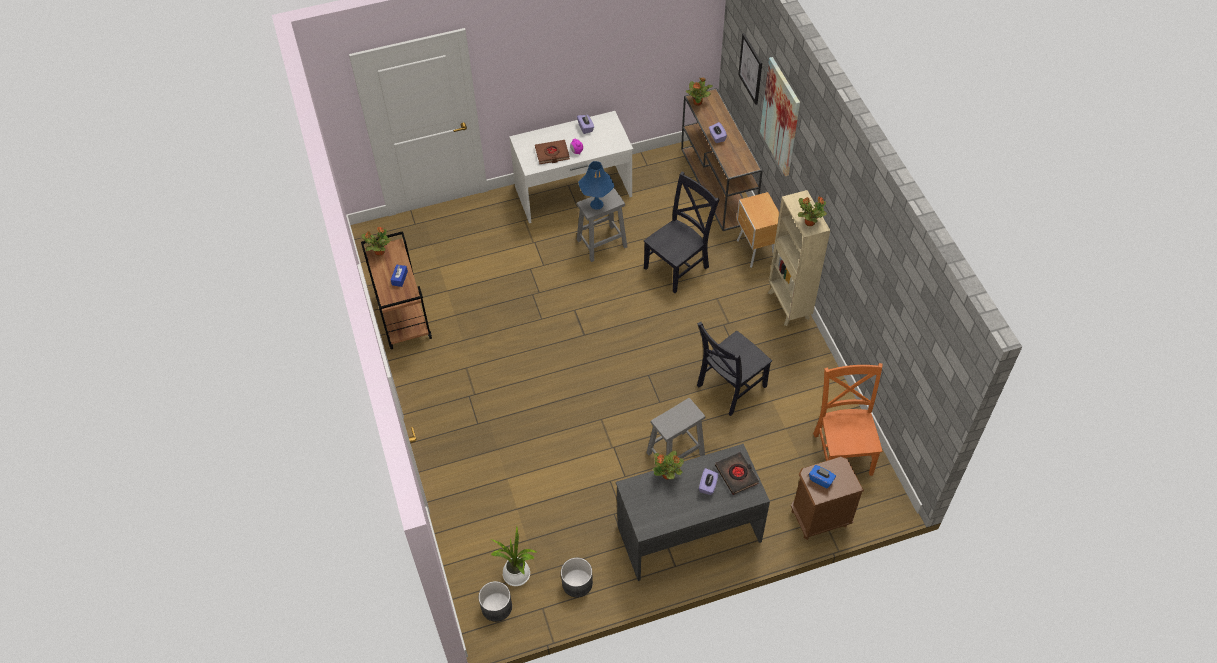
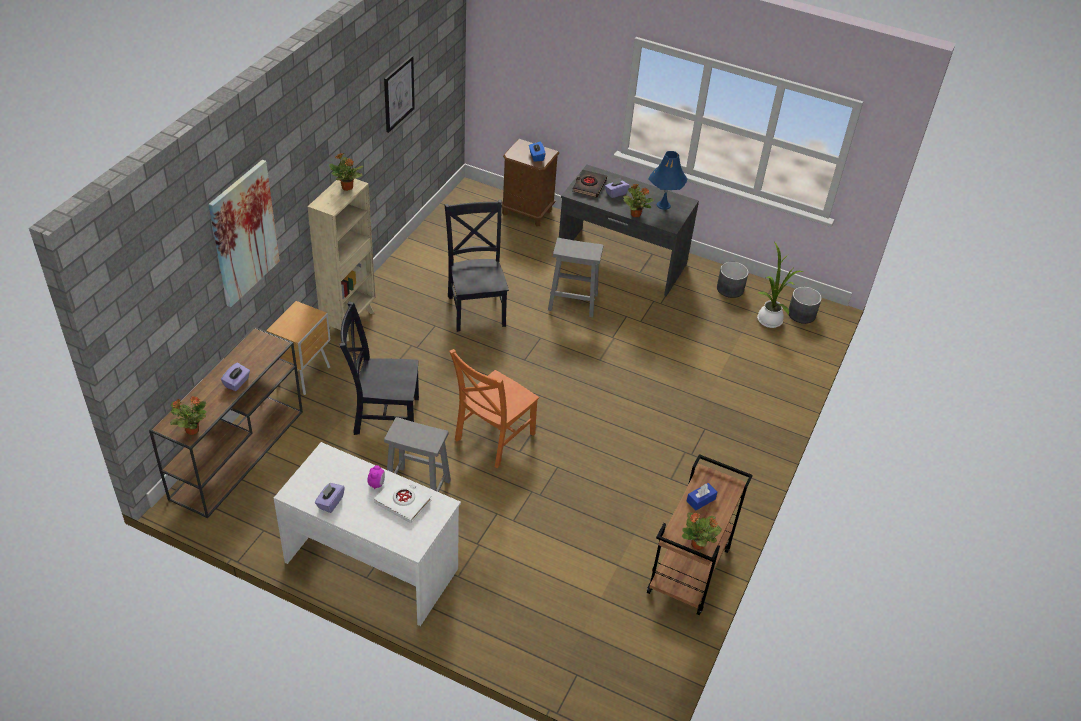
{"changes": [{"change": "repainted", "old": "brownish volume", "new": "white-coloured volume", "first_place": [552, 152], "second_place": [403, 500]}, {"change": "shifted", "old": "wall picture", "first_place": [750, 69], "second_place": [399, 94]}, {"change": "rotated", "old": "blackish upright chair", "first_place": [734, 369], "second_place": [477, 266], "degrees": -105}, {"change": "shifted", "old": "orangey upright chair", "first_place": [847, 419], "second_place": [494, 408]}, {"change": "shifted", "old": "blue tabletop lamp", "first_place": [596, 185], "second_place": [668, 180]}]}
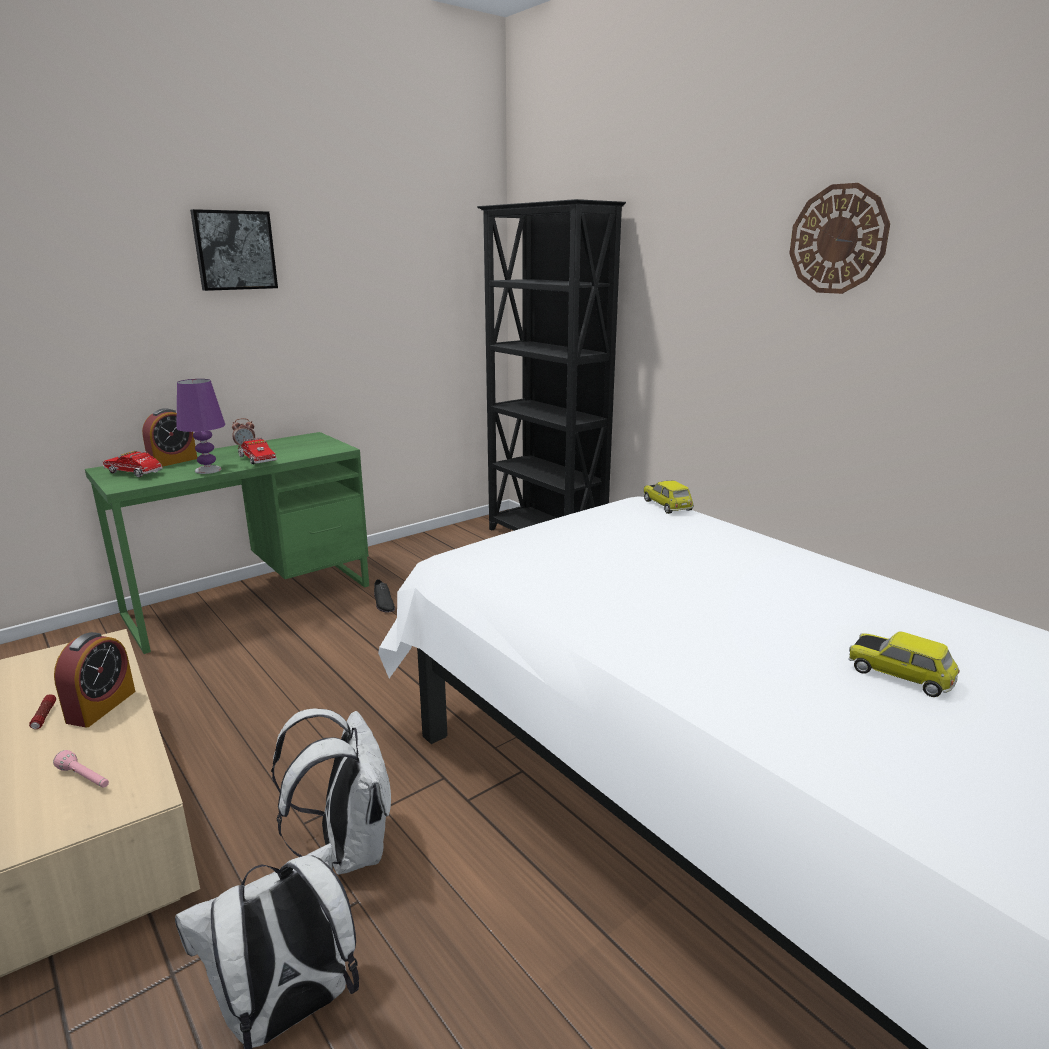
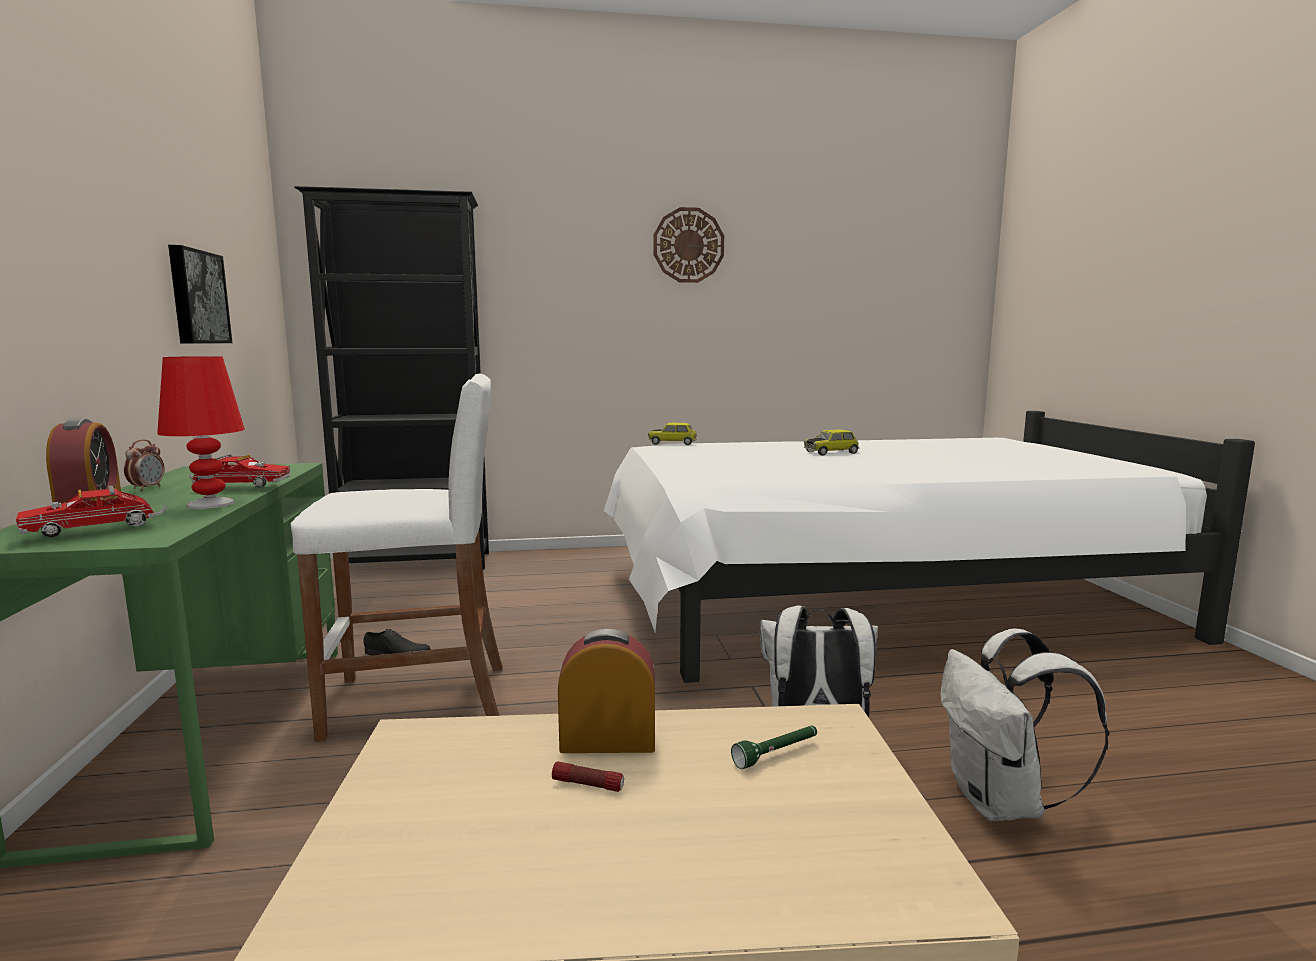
{"changes": [{"change": "repainted", "old": "purple tabletop lamp", "new": "reddish tabletop lamp", "first_place": [200, 426], "second_place": [201, 432]}, {"change": "shifted", "old": "wall picture", "first_place": [234, 250], "second_place": [200, 294]}, {"change": "new", "new": "white-coloured stool", "second_place": [397, 557]}, {"change": "rotated", "old": "alarm clock", "first_place": [94, 679], "second_place": [606, 691], "degrees": -45}, {"change": "repainted", "old": "pinkish torch", "new": "green-coloured torch", "first_place": [81, 768], "second_place": [774, 747]}, {"change": "shifted", "old": "miniature car", "first_place": [903, 664], "second_place": [831, 443]}]}
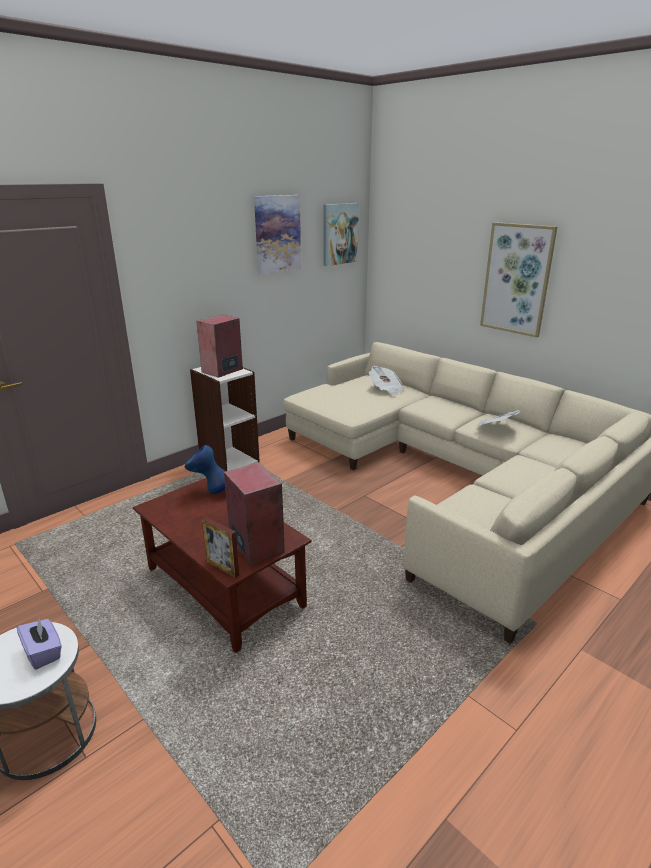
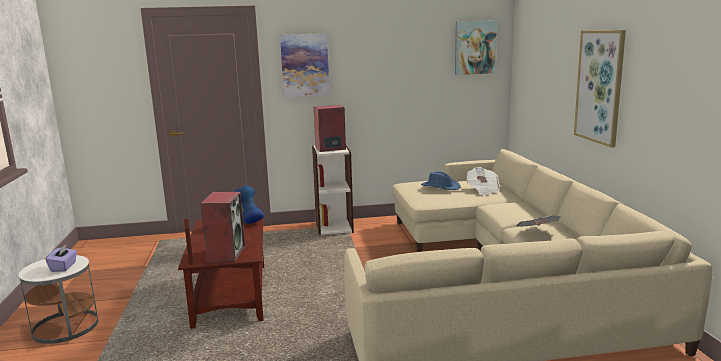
{"changes": [{"change": "shifted", "old": "wall picture", "first_place": [277, 234], "second_place": [305, 65]}, {"change": "new", "new": "blue hat", "second_place": [441, 181]}]}
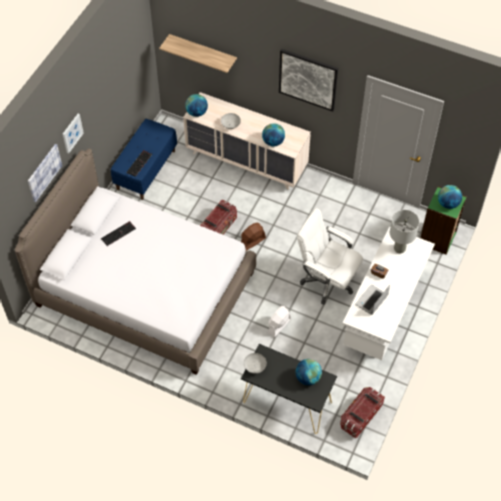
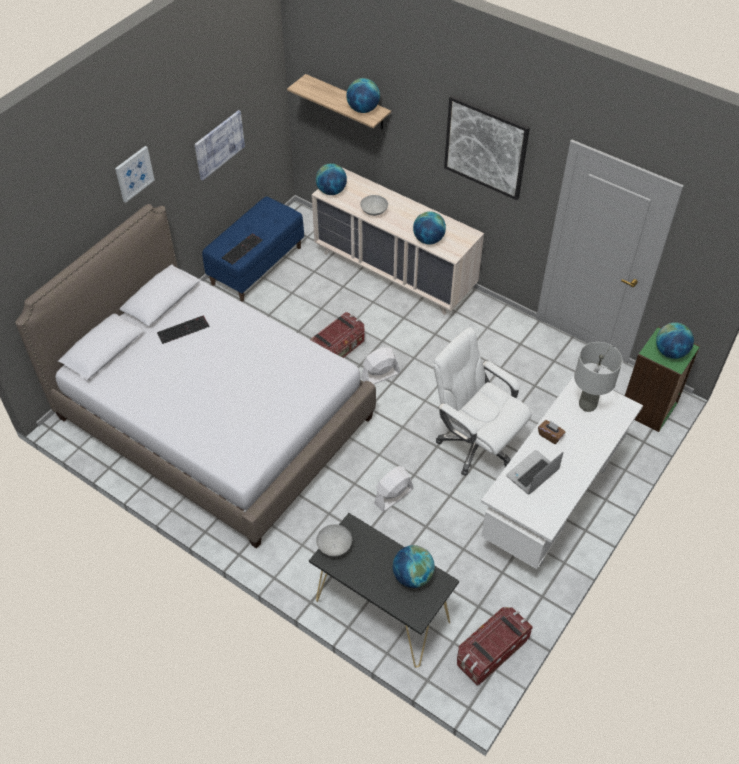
{"changes": [{"change": "shifted", "old": "wall picture", "first_place": [45, 173], "second_place": [220, 145]}, {"change": "new", "new": "desk globe", "second_place": [363, 95]}, {"change": "repainted", "old": "brownish electric fan", "new": "white-coloured electric fan", "first_place": [253, 237], "second_place": [380, 365]}]}
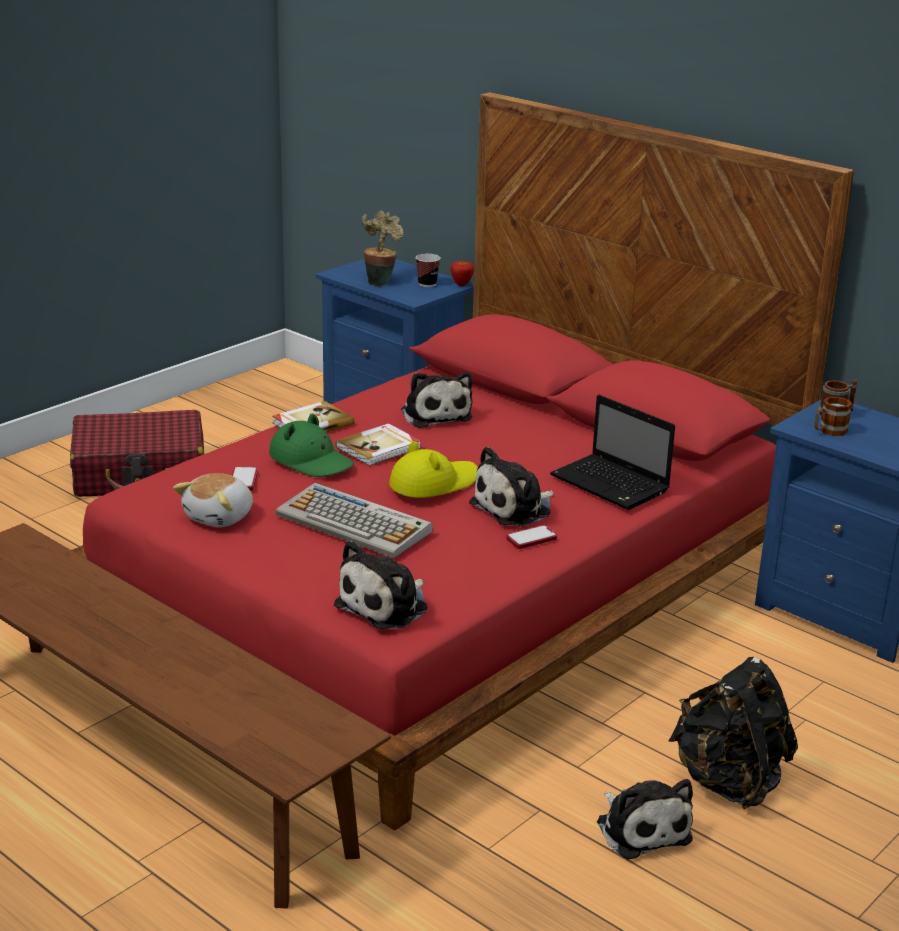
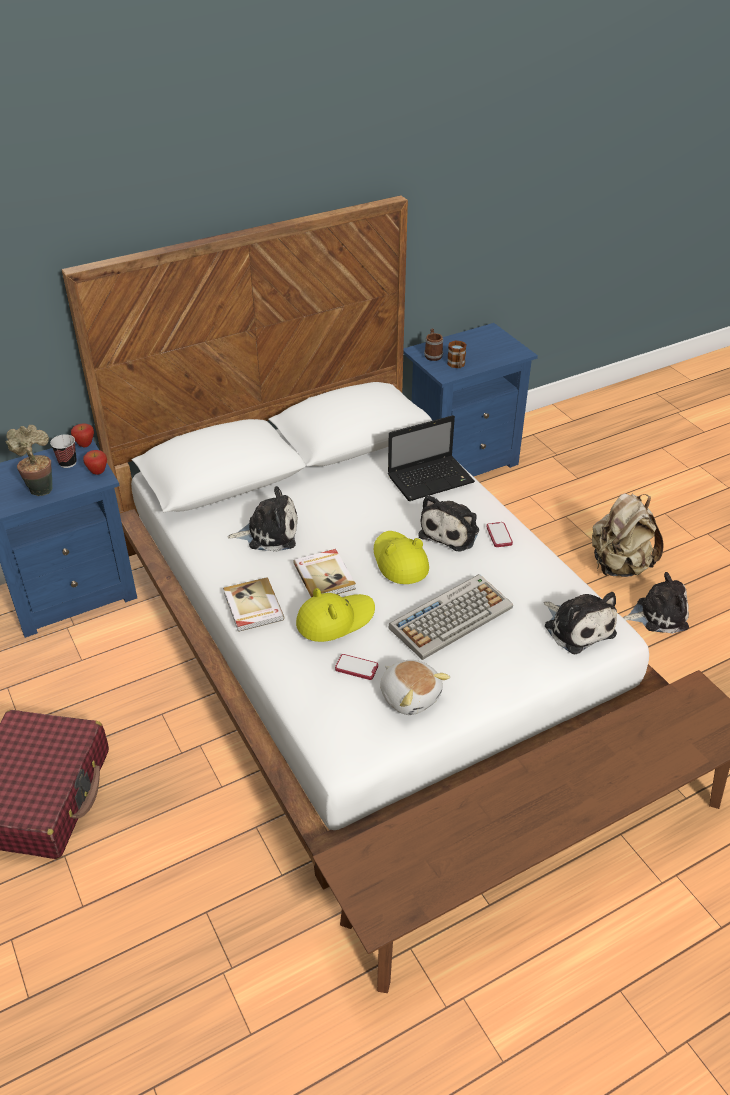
{"changes": [{"change": "repainted", "old": "reddish sleeping bed", "new": "white-coloured sleeping bed", "first_place": [463, 461], "second_place": [365, 542]}, {"change": "new", "new": "apple fruit", "second_place": [95, 462]}, {"change": "repainted", "old": "green-coloured hat", "new": "yellow hat", "first_place": [311, 445], "second_place": [335, 615]}, {"change": "rotated", "old": "soft toy", "first_place": [511, 486], "second_place": [448, 523], "degrees": 45}, {"change": "repainted", "old": "blackish knapsack", "new": "beige-coloured knapsack", "first_place": [733, 733], "second_place": [628, 535]}]}
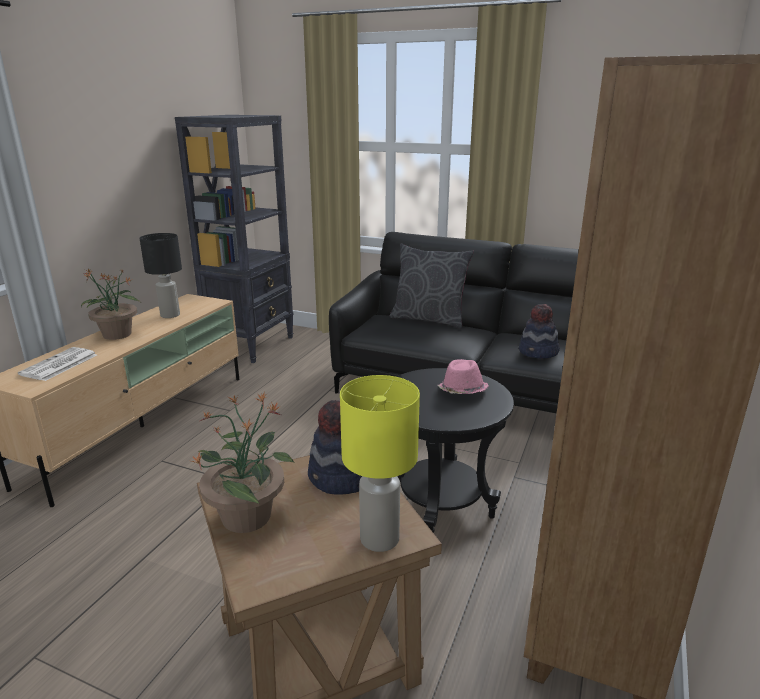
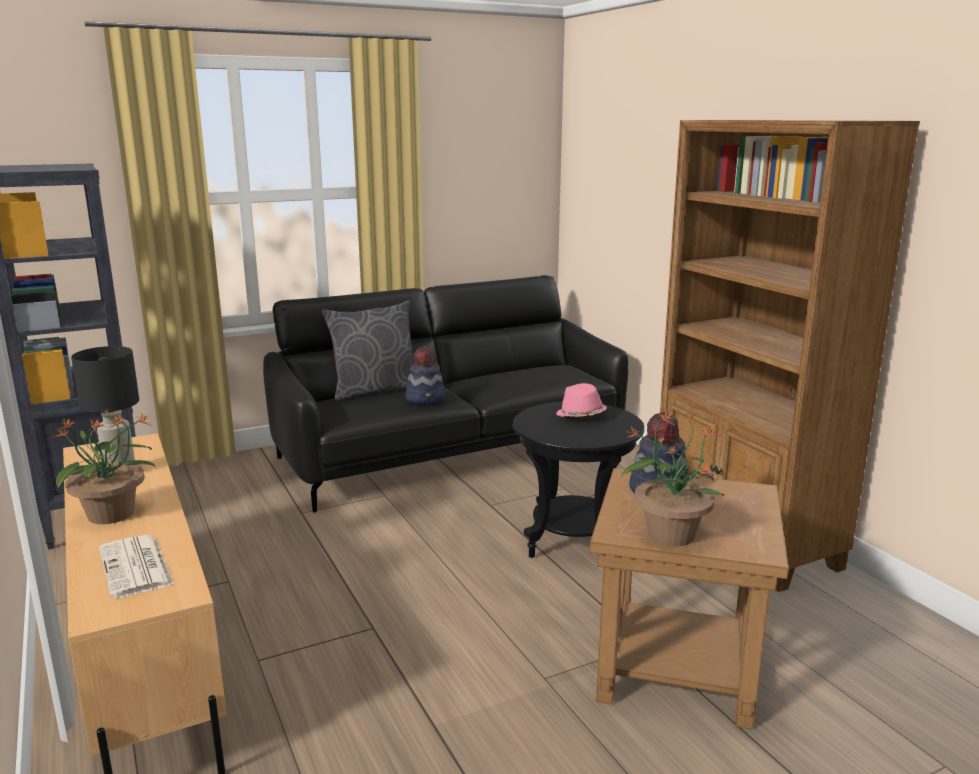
{"changes": [{"change": "shifted", "old": "hat", "first_place": [539, 331], "second_place": [425, 375]}, {"change": "gone", "old": "yellow tabletop lamp", "first_place": [380, 463]}]}
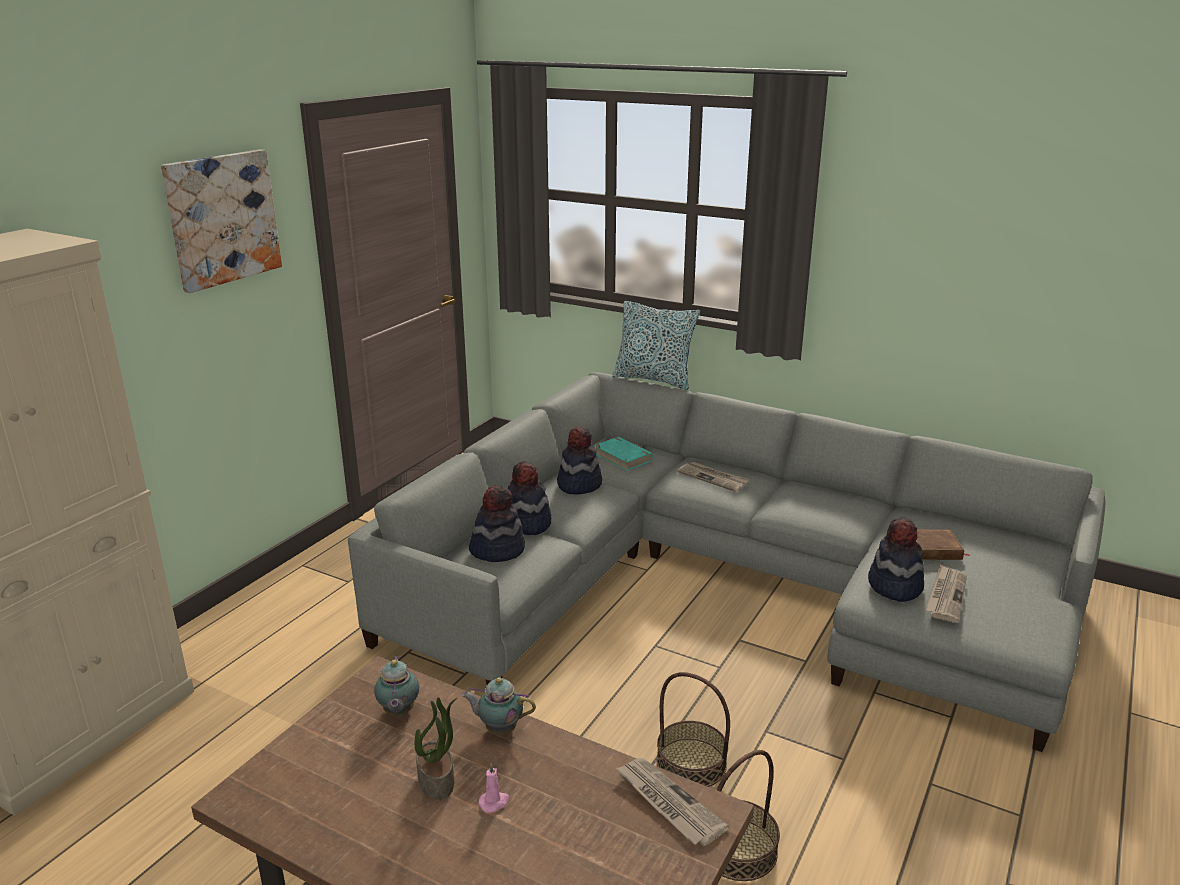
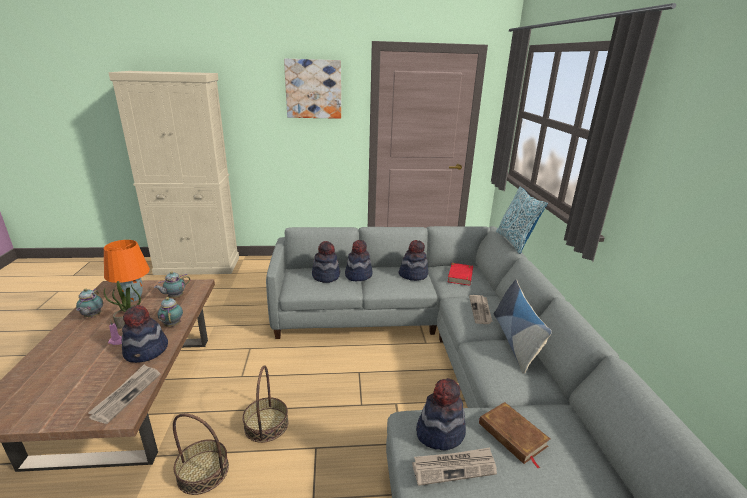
{"changes": [{"change": "new", "new": "teapot", "second_place": [89, 303]}, {"change": "new", "new": "orangey tabletop lamp", "second_place": [127, 271]}, {"change": "new", "new": "hat", "second_place": [145, 334]}, {"change": "repainted", "old": "turquoise volume", "new": "reddish volume", "first_place": [623, 454], "second_place": [460, 274]}, {"change": "new", "new": "cushion", "second_place": [523, 326]}]}
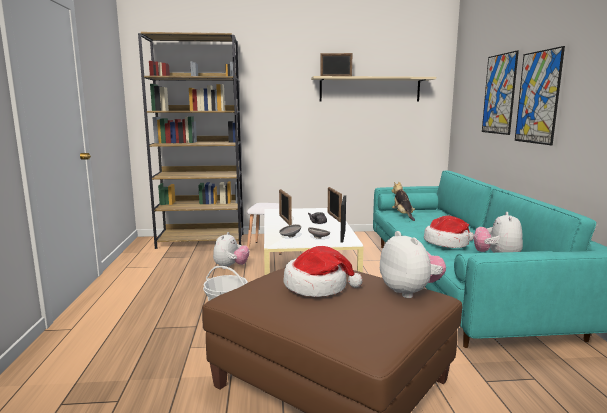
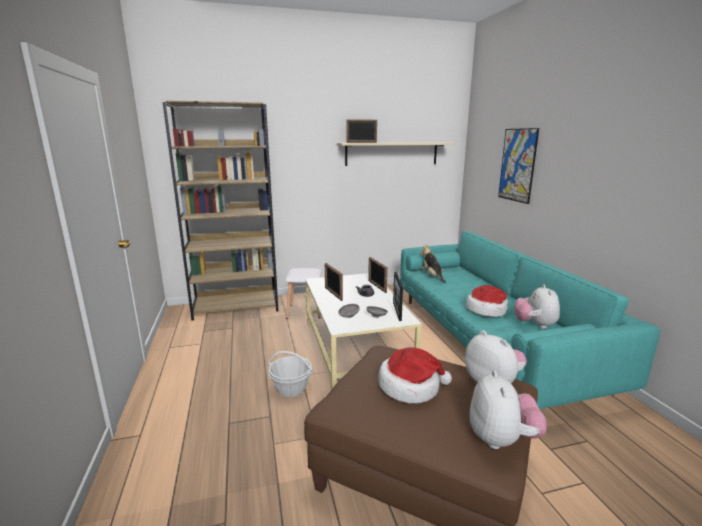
{"changes": [{"change": "shifted", "old": "soft toy", "first_place": [231, 250], "second_place": [508, 409]}, {"change": "gone", "old": "wall picture", "first_place": [540, 95]}]}
